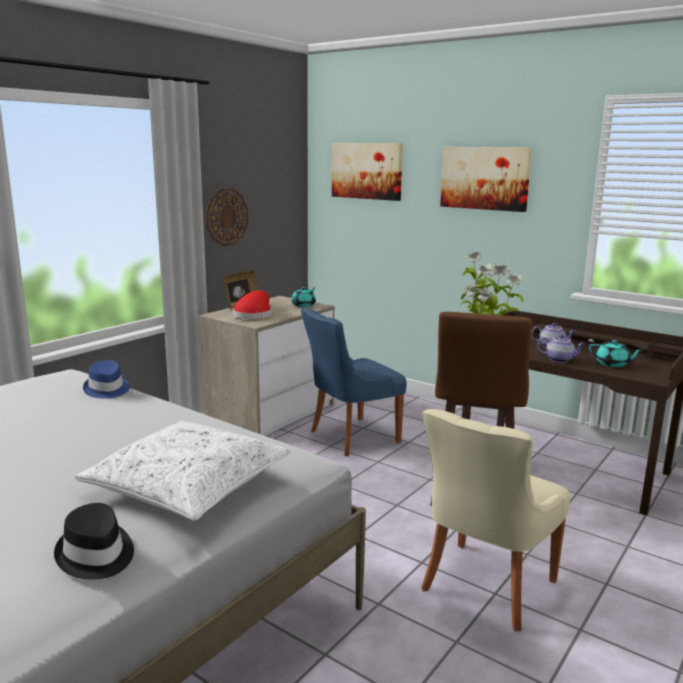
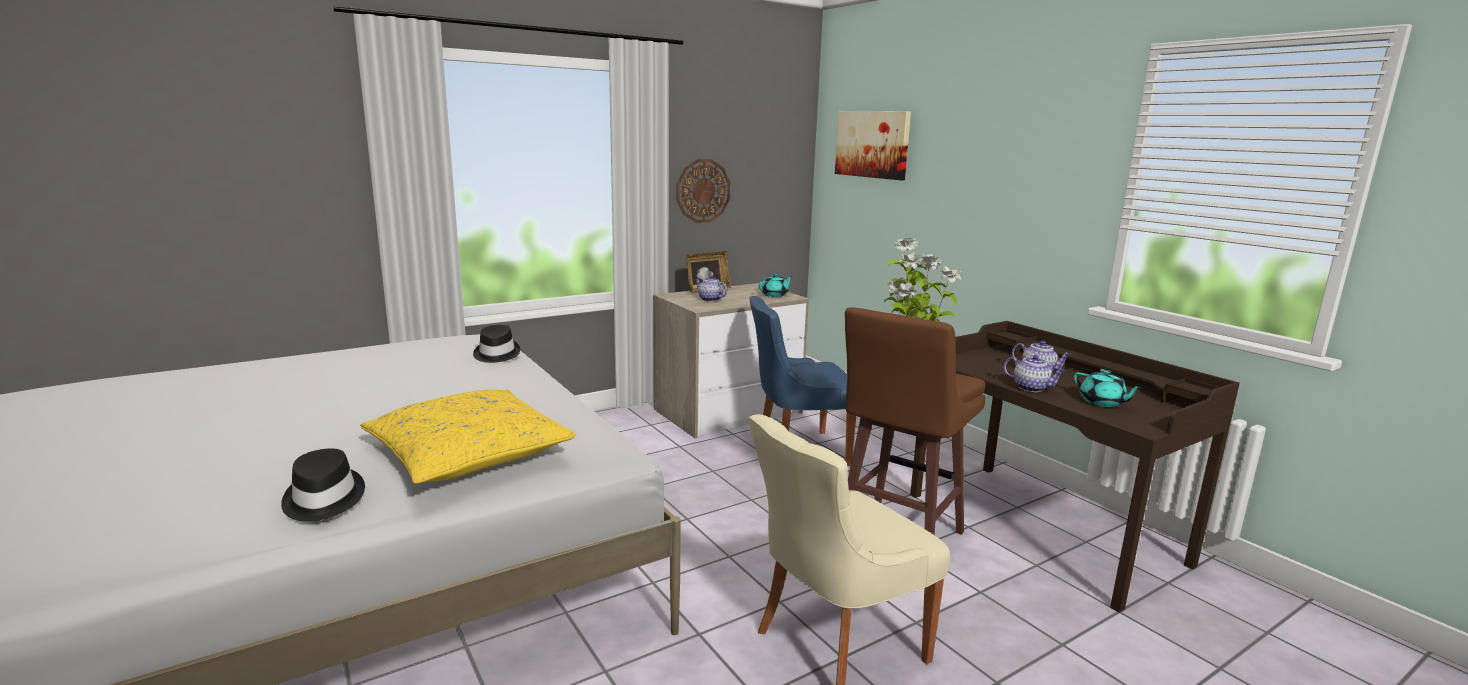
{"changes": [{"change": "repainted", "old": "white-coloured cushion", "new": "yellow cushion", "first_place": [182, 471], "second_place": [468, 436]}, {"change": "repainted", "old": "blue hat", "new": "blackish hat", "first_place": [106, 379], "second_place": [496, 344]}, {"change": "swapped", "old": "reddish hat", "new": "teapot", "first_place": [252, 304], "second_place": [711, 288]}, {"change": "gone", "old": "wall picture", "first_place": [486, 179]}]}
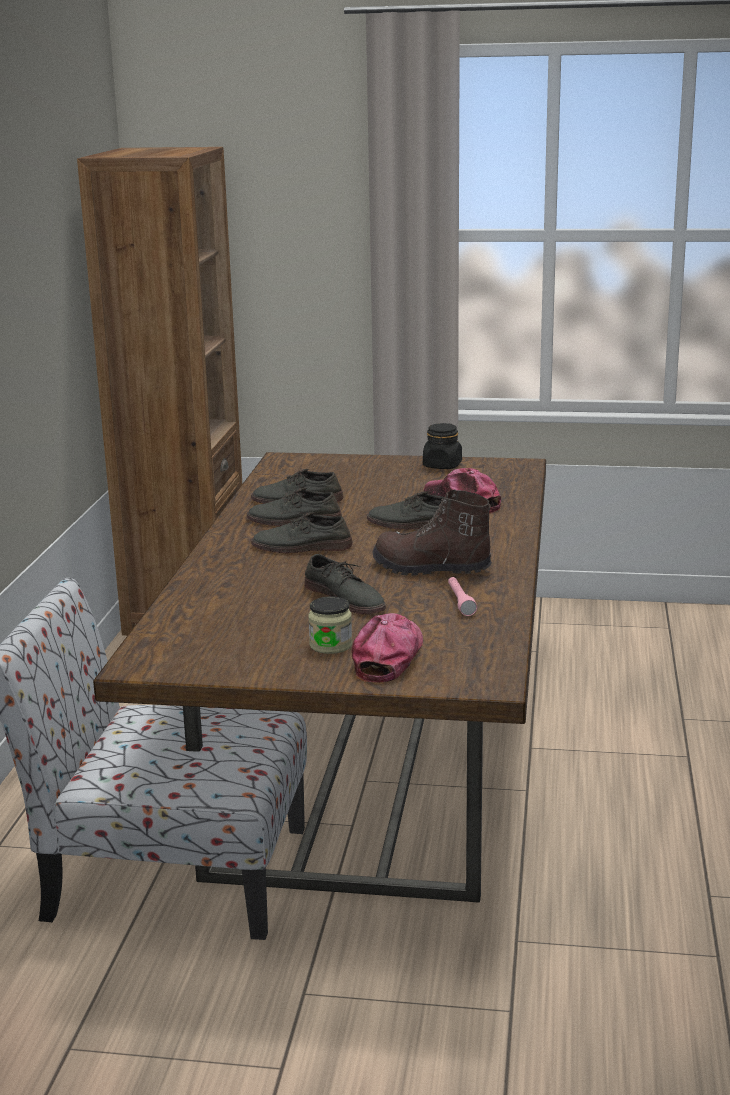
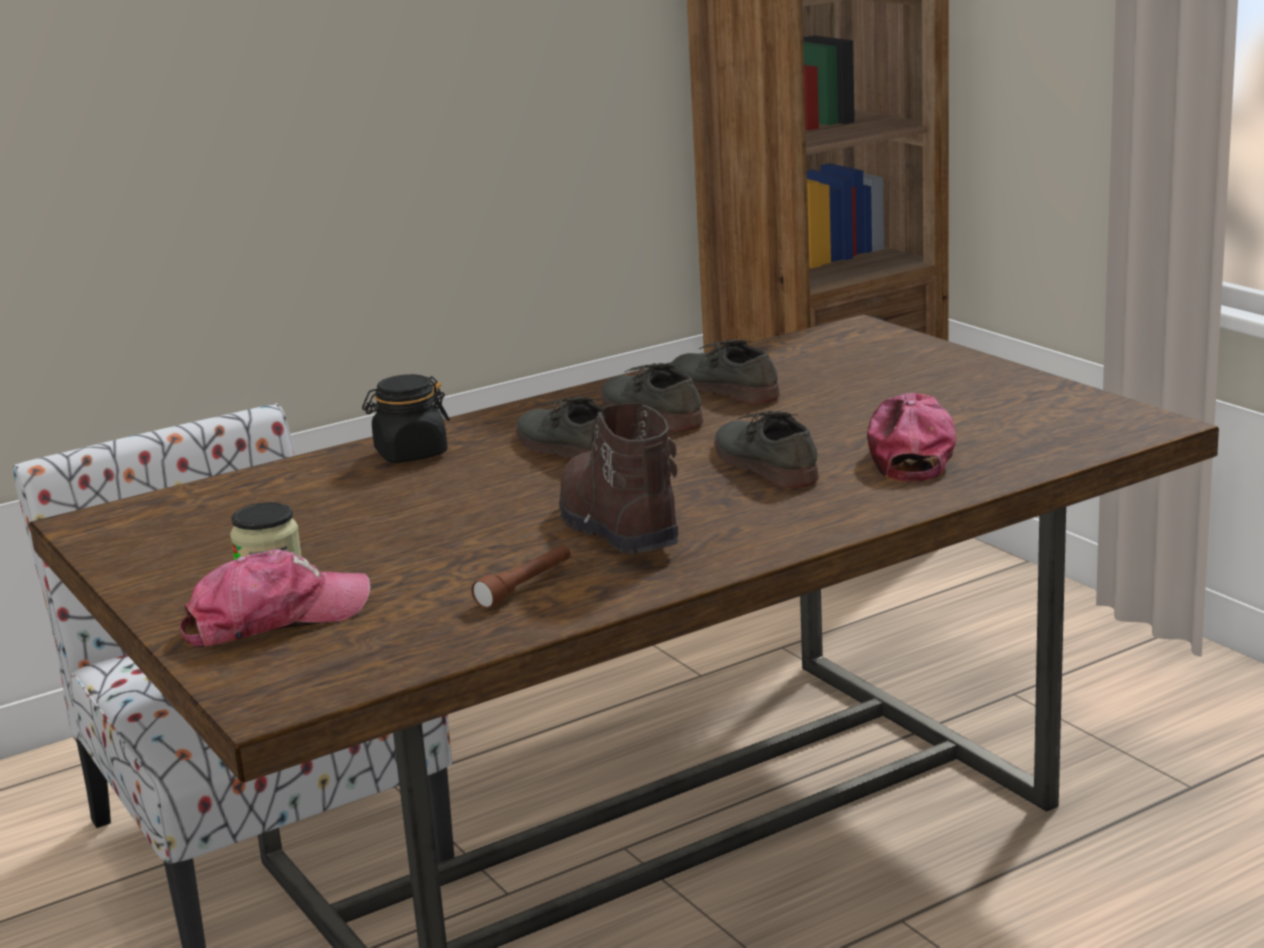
{"changes": [{"change": "shifted", "old": "blackish storage jar", "first_place": [442, 446], "second_place": [406, 418]}, {"change": "repainted", "old": "pinkish torch", "new": "brownish torch", "first_place": [462, 596], "second_place": [521, 577]}, {"change": "gone", "old": "grey shoe", "first_place": [345, 584]}]}
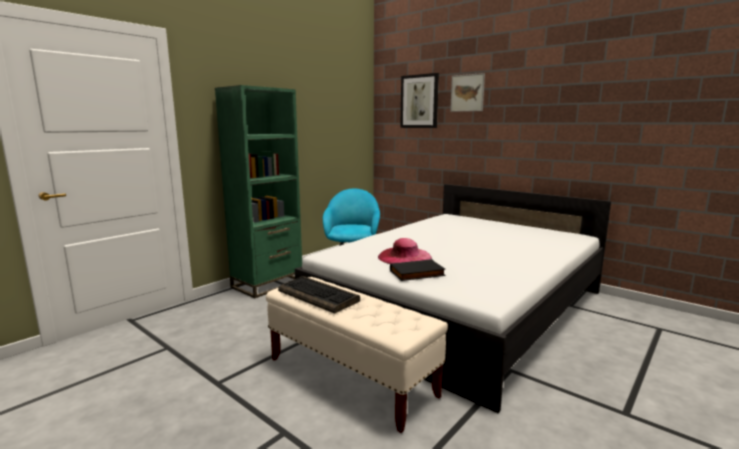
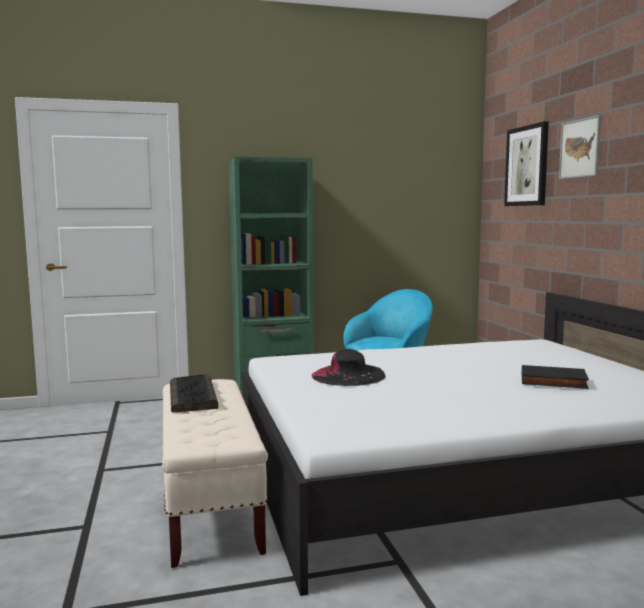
{"changes": [{"change": "repainted", "old": "pinkish hat", "new": "blackish hat", "first_place": [405, 251], "second_place": [348, 367]}, {"change": "shifted", "old": "blackish volume", "first_place": [418, 270], "second_place": [555, 377]}]}
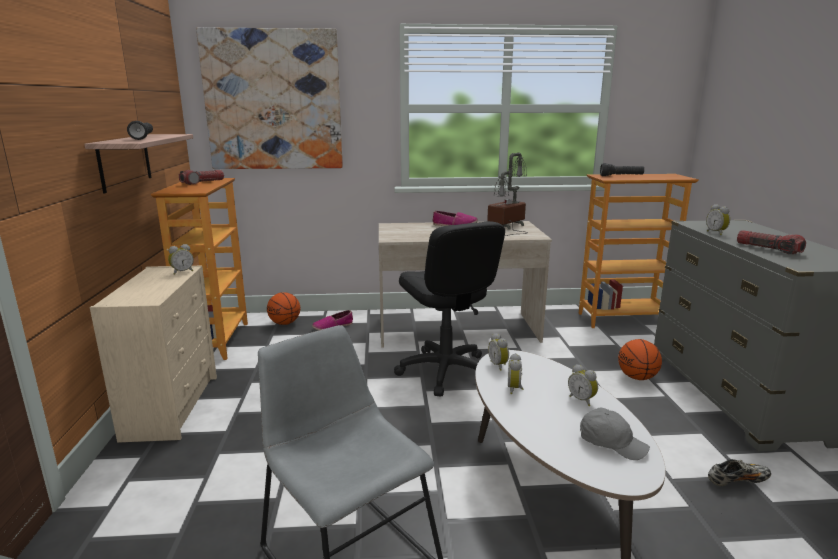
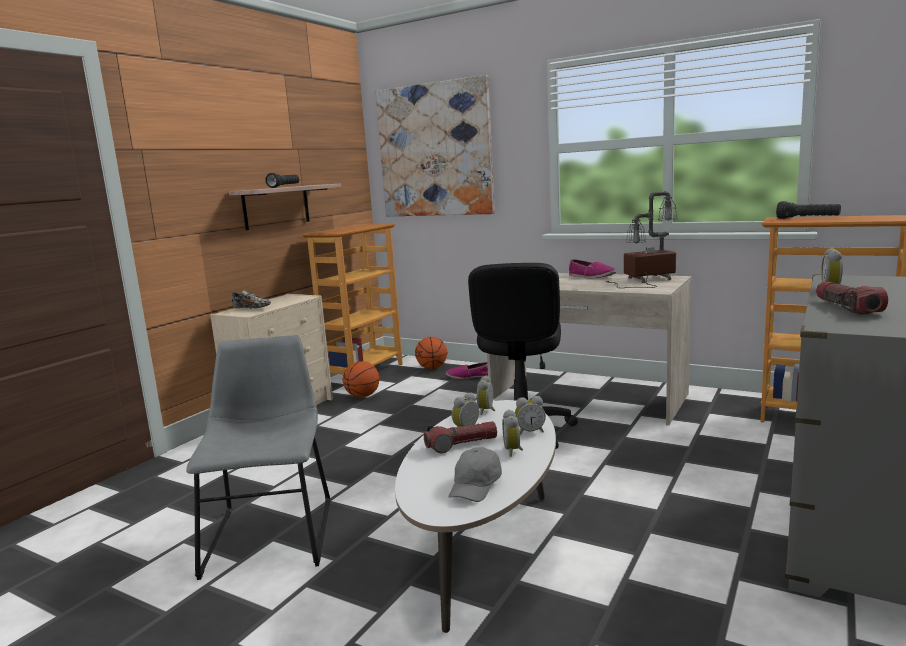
{"changes": [{"change": "shifted", "old": "shoe", "first_place": [739, 472], "second_place": [251, 299]}, {"change": "shifted", "old": "ball for basketball", "first_place": [640, 359], "second_place": [361, 379]}, {"change": "shifted", "old": "torch", "first_place": [201, 177], "second_place": [460, 437]}, {"change": "rotated", "old": "grey cap", "first_place": [615, 434], "second_place": [475, 474], "degrees": 45}, {"change": "shifted", "old": "alarm clock", "first_place": [181, 259], "second_place": [530, 415]}]}
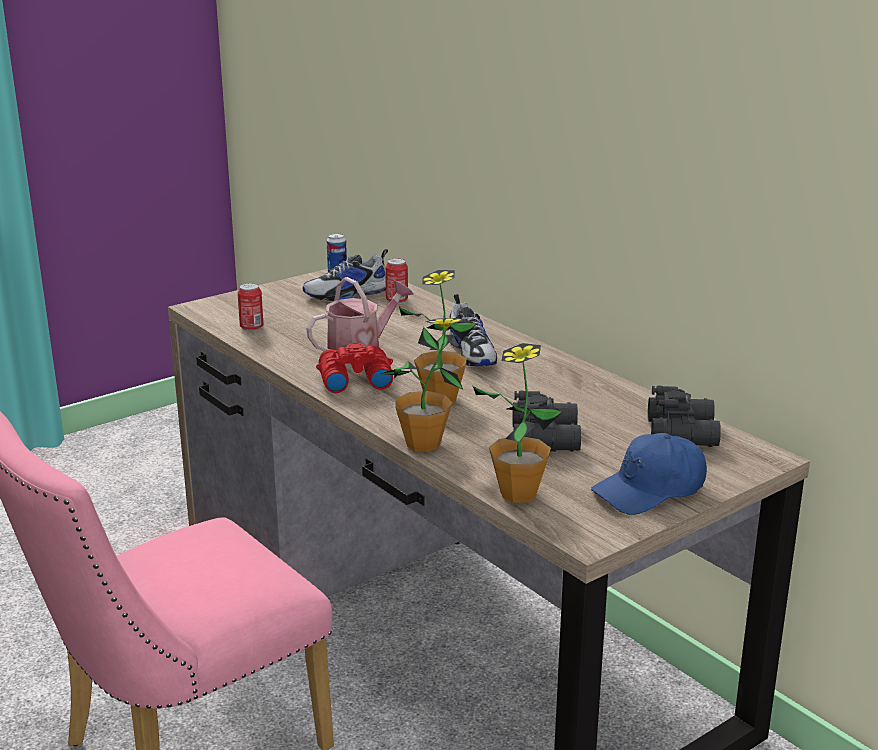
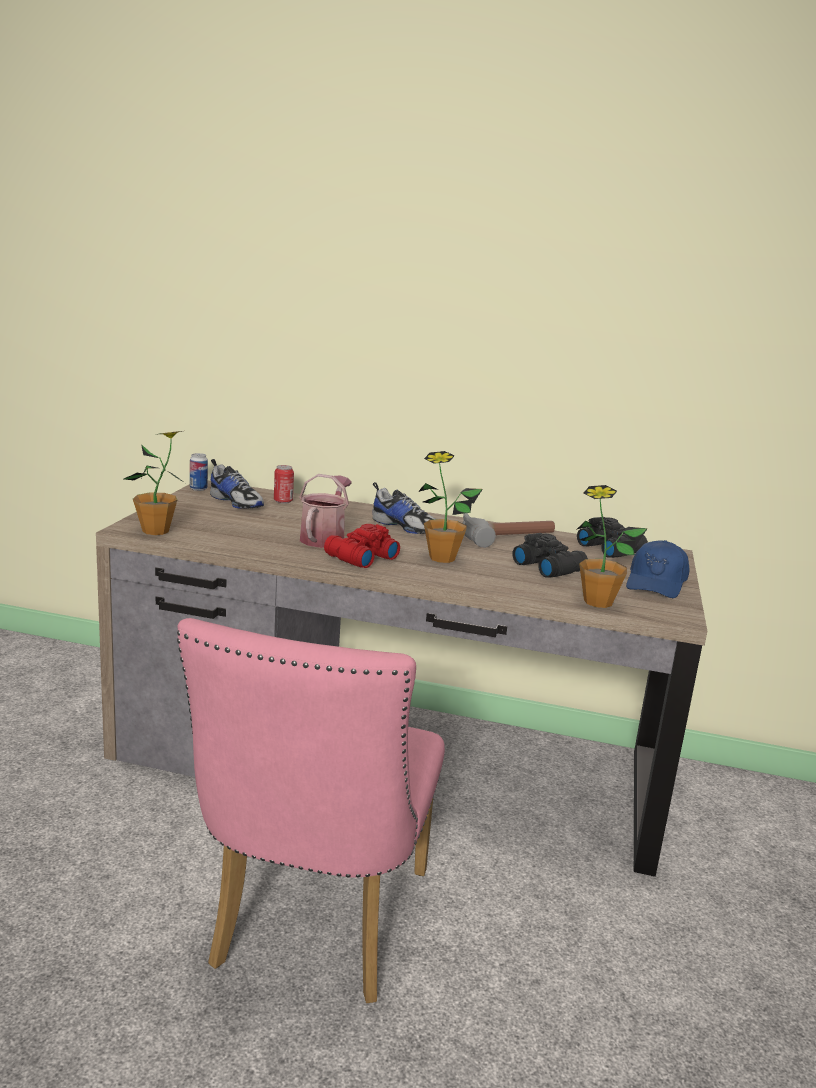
{"changes": [{"change": "shifted", "old": "potted plant", "first_place": [423, 385], "second_place": [154, 483]}, {"change": "rotated", "old": "shoe", "first_place": [345, 275], "second_place": [237, 484], "degrees": -75}, {"change": "new", "new": "tool hammer", "second_place": [509, 530]}, {"change": "gone", "old": "sealed can", "first_place": [250, 307]}]}
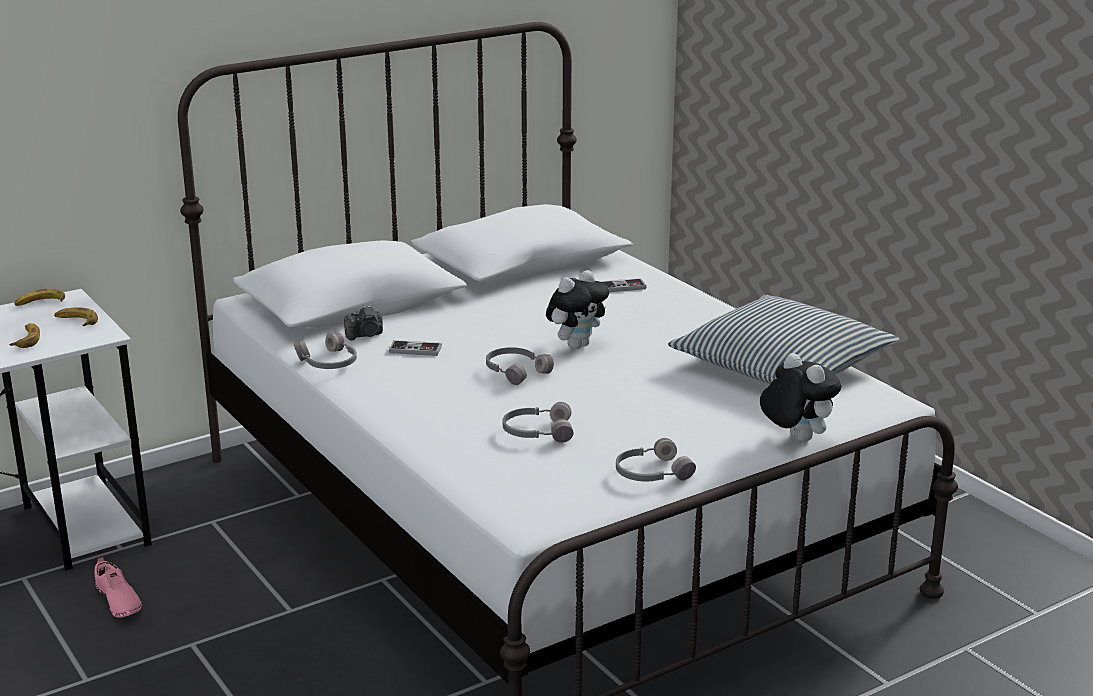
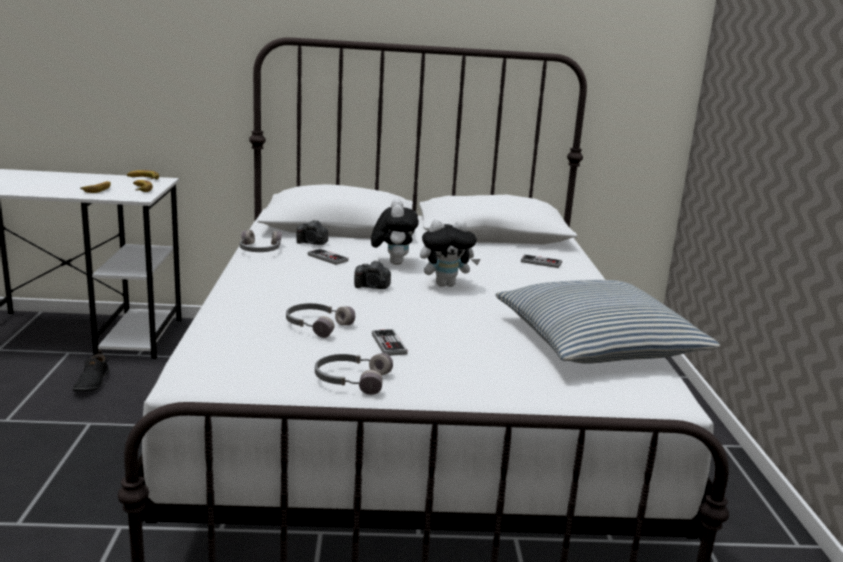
{"changes": [{"change": "repainted", "old": "pinkish shoe", "new": "blackish shoe", "first_place": [118, 587], "second_place": [91, 371]}, {"change": "swapped", "old": "grey pair of headphones", "new": "still camera", "first_place": [520, 366], "second_place": [372, 274]}, {"change": "shifted", "old": "soft toy", "first_place": [800, 397], "second_place": [395, 232]}, {"change": "new", "new": "game controller", "second_place": [390, 342]}]}
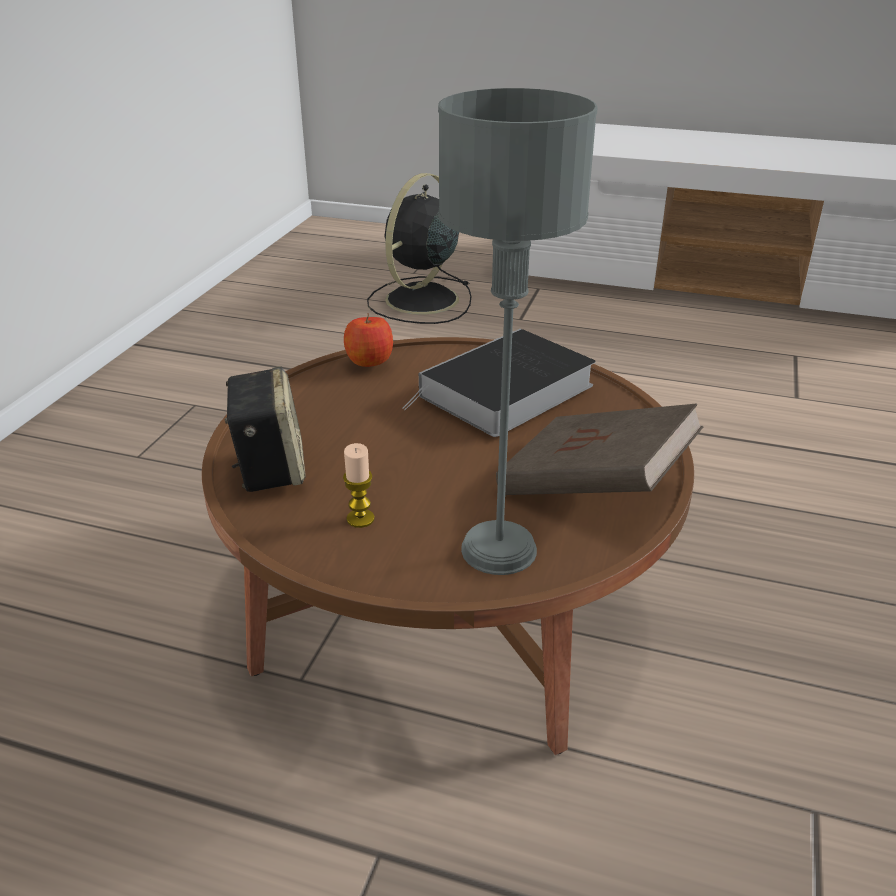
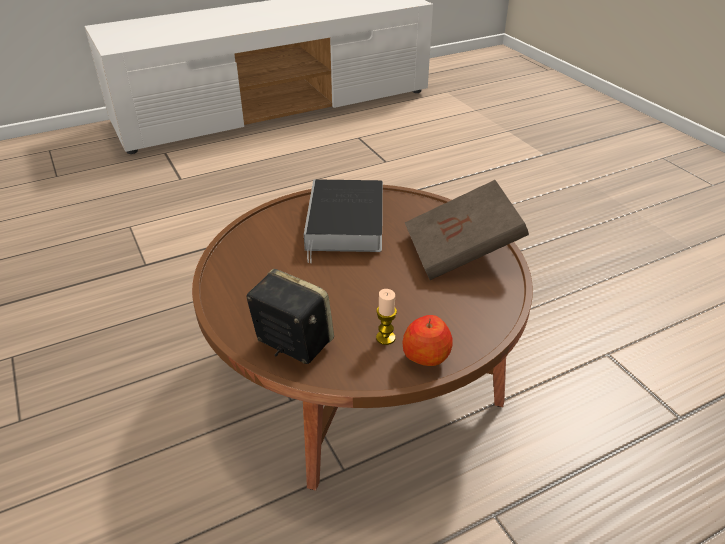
{"changes": [{"change": "shifted", "old": "apple fruit", "first_place": [368, 340], "second_place": [427, 340]}, {"change": "gone", "old": "blackish electric fan", "first_place": [419, 248]}, {"change": "gone", "old": "grey tabletop lamp", "first_place": [518, 331]}]}
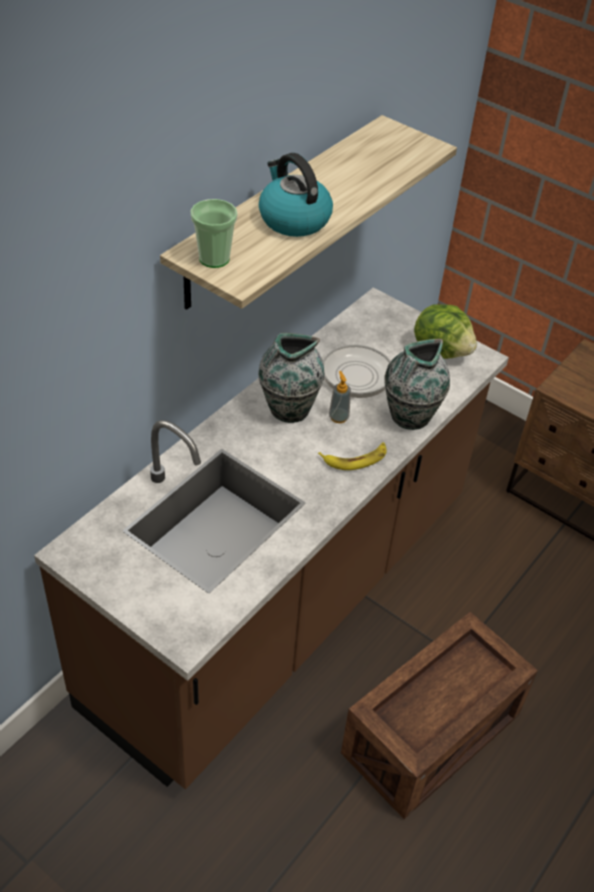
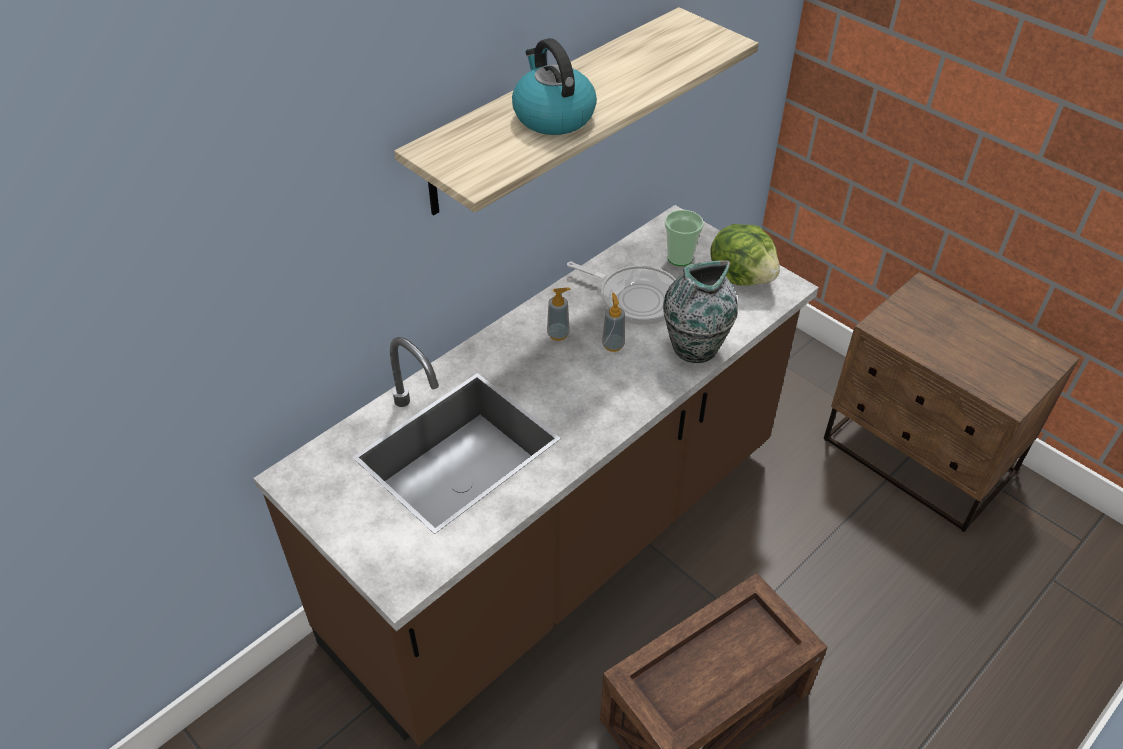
{"changes": [{"change": "swapped", "old": "decorative vase", "new": "soap bottle", "first_place": [291, 378], "second_place": [558, 314]}, {"change": "shifted", "old": "cup", "first_place": [214, 233], "second_place": [684, 238]}, {"change": "gone", "old": "banana fruit", "first_place": [352, 456]}]}
